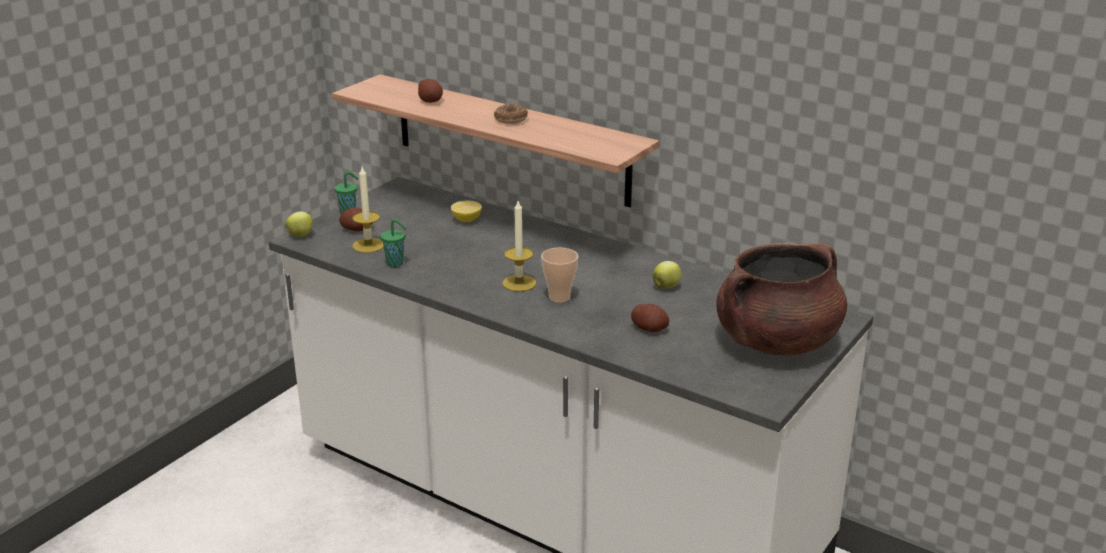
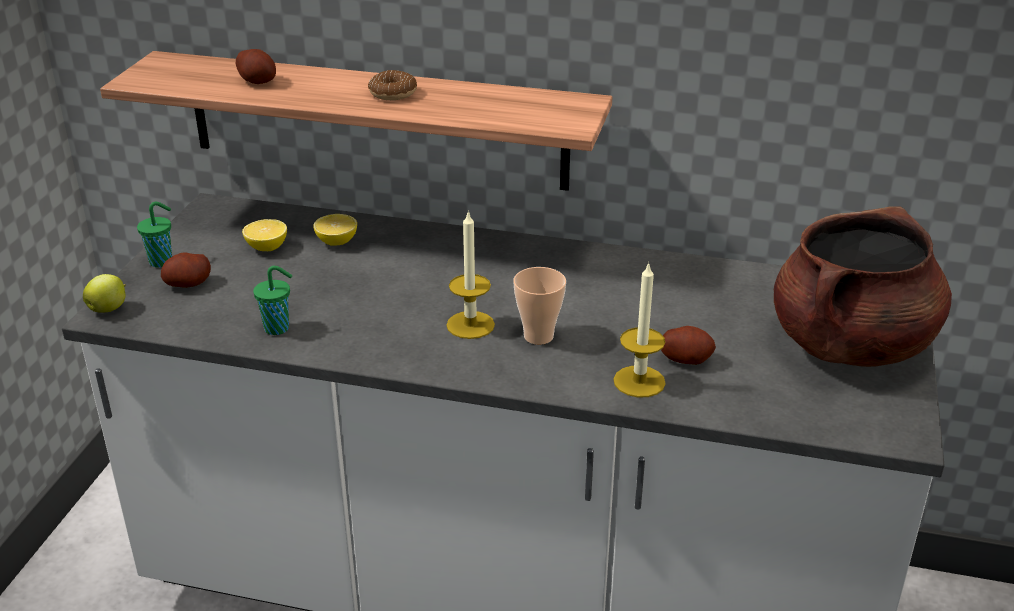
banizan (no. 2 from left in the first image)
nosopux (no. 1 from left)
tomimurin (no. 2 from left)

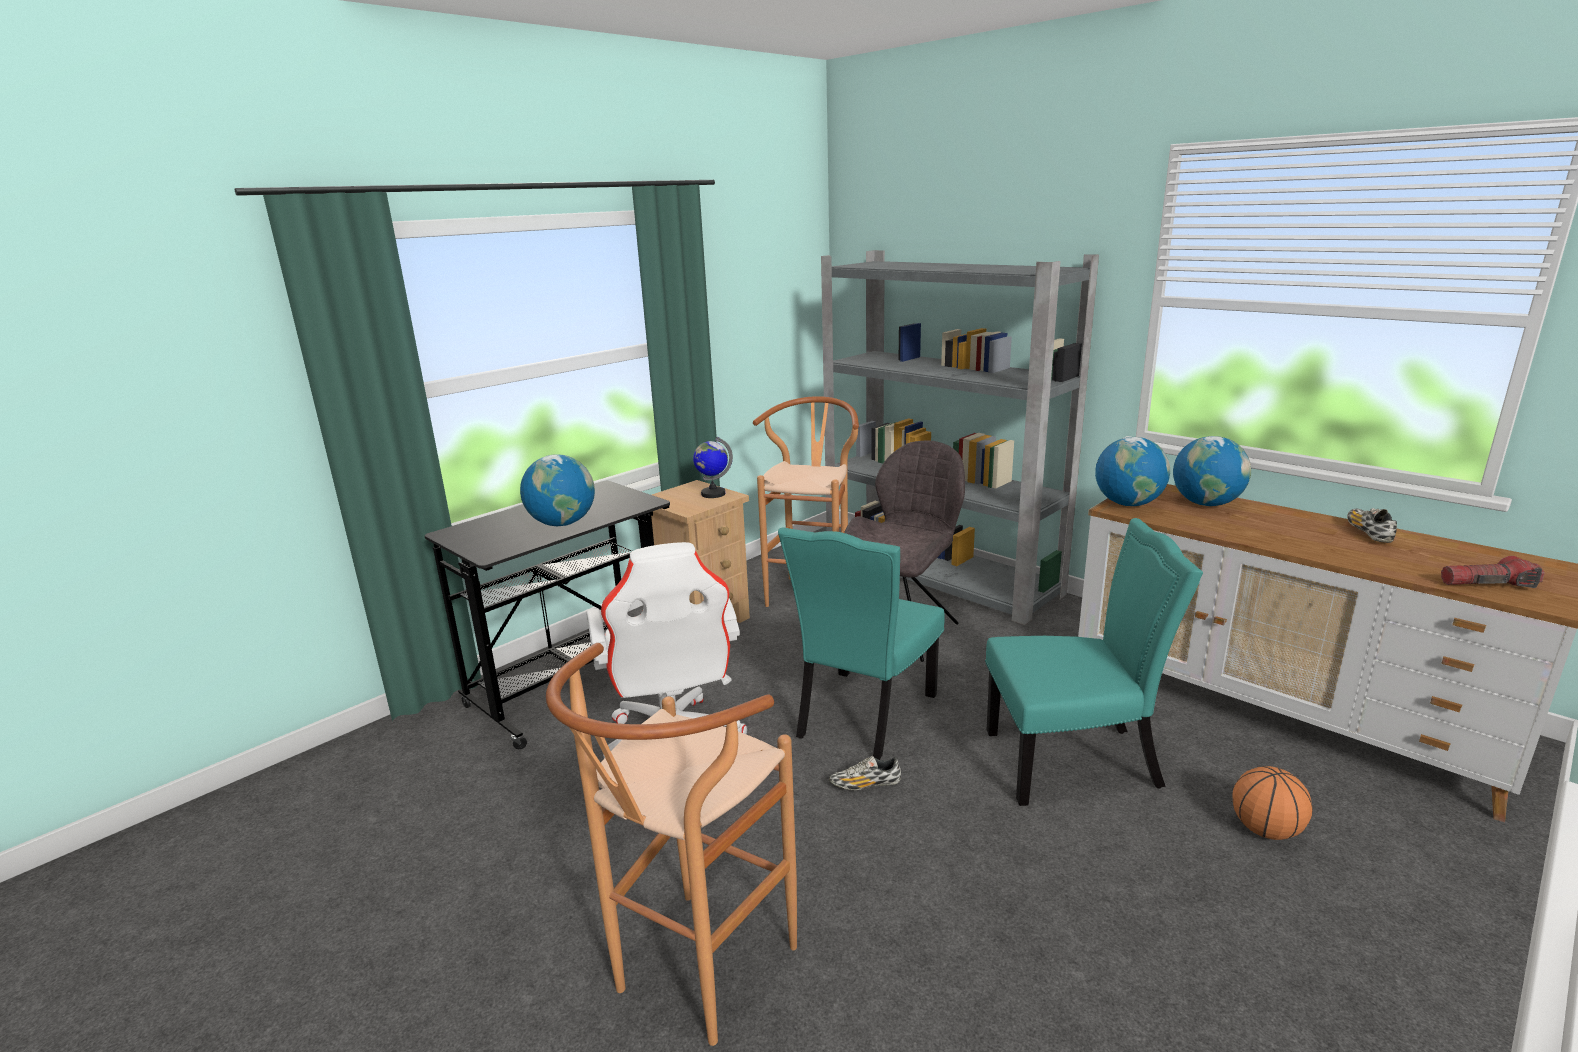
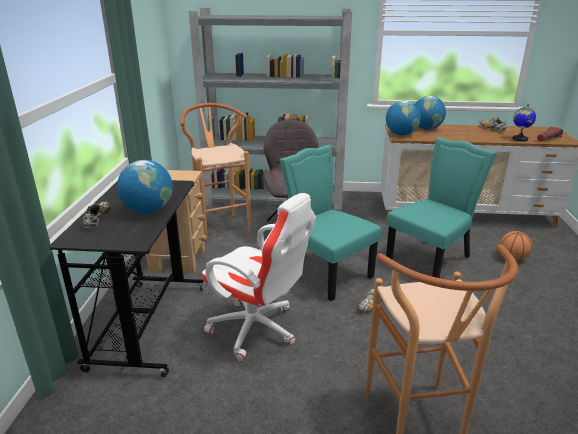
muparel (no. 1 from left)
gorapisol (no. 4 from left)
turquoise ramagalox (no. 1 from left)

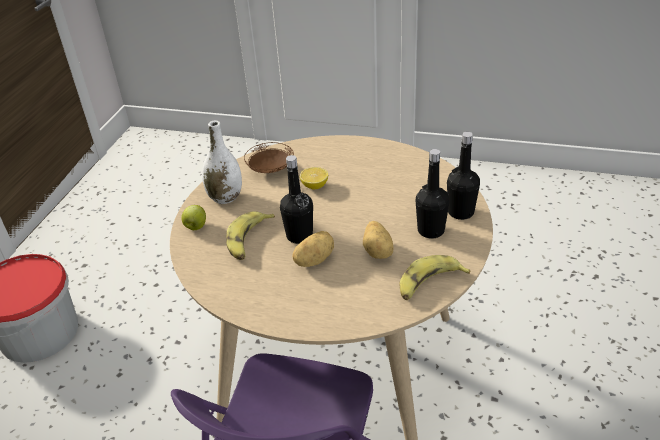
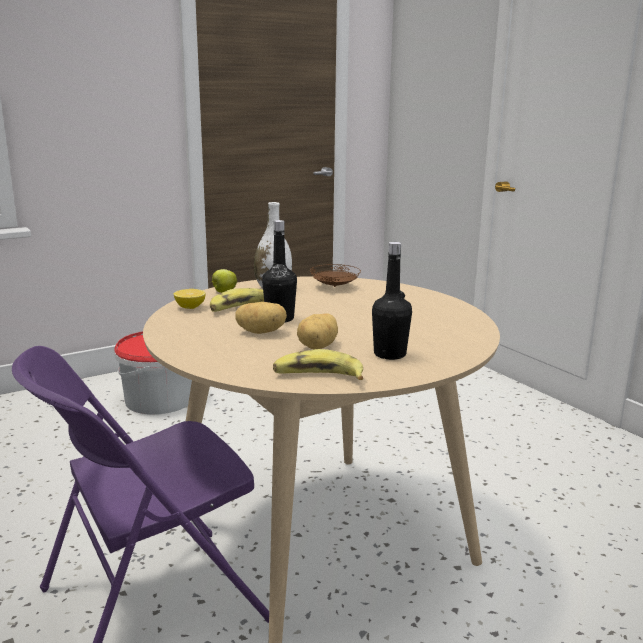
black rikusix (no. 3 from left in the first image)
nosopux

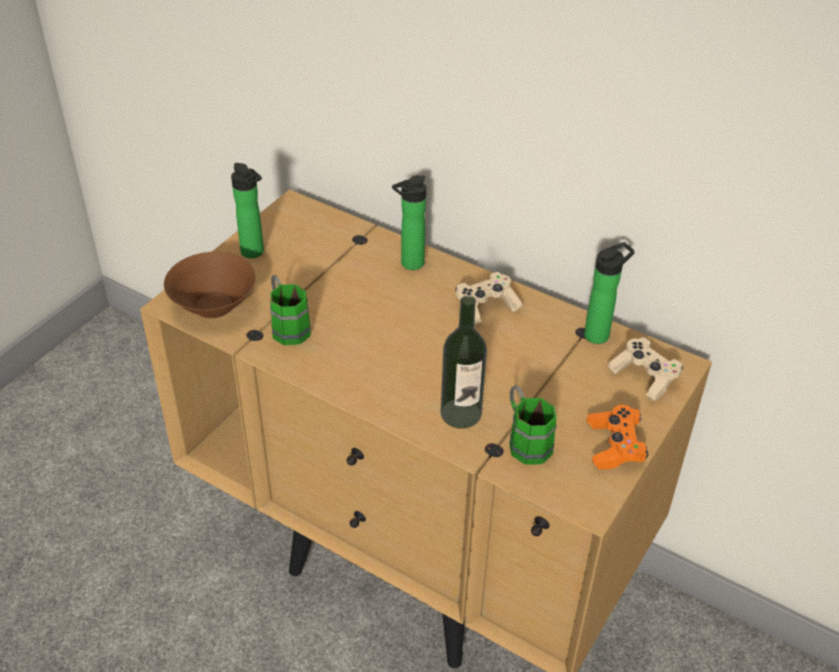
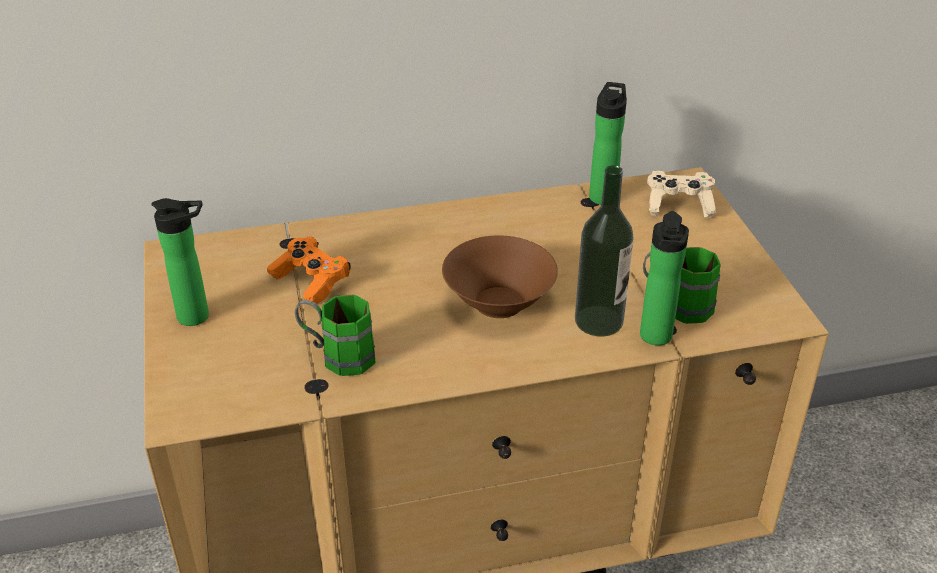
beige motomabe (no. 1 from left in the first image)
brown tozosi
rikusix (no. 4 from left)
orange motomabe

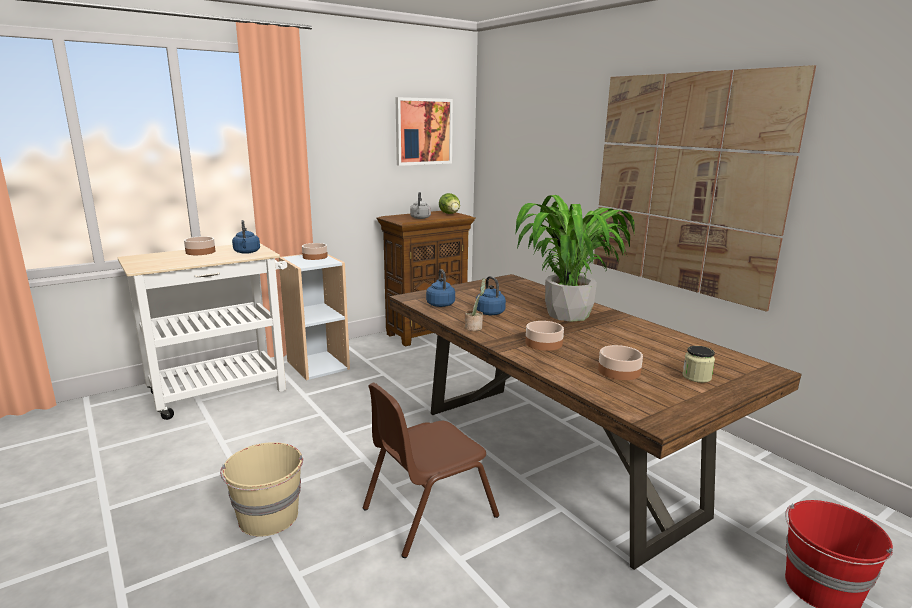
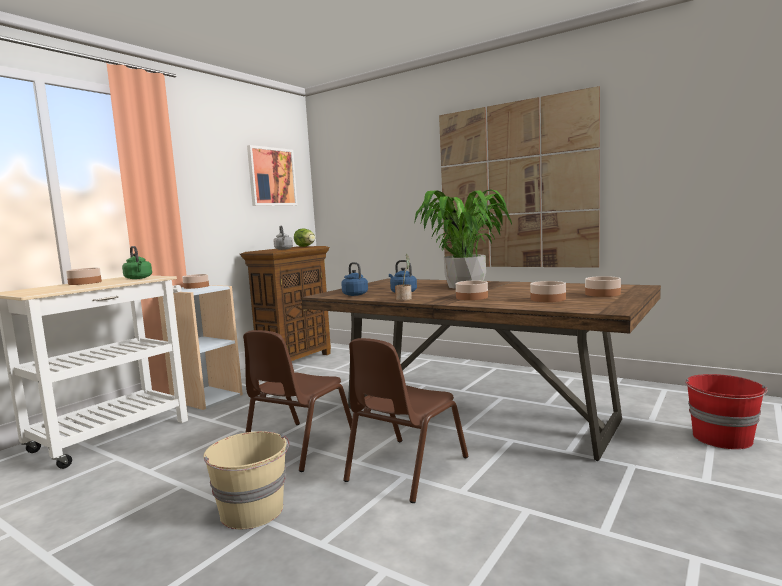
brown ramagalox (no. 1 from left)
tozosi (no. 5 from left)
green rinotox

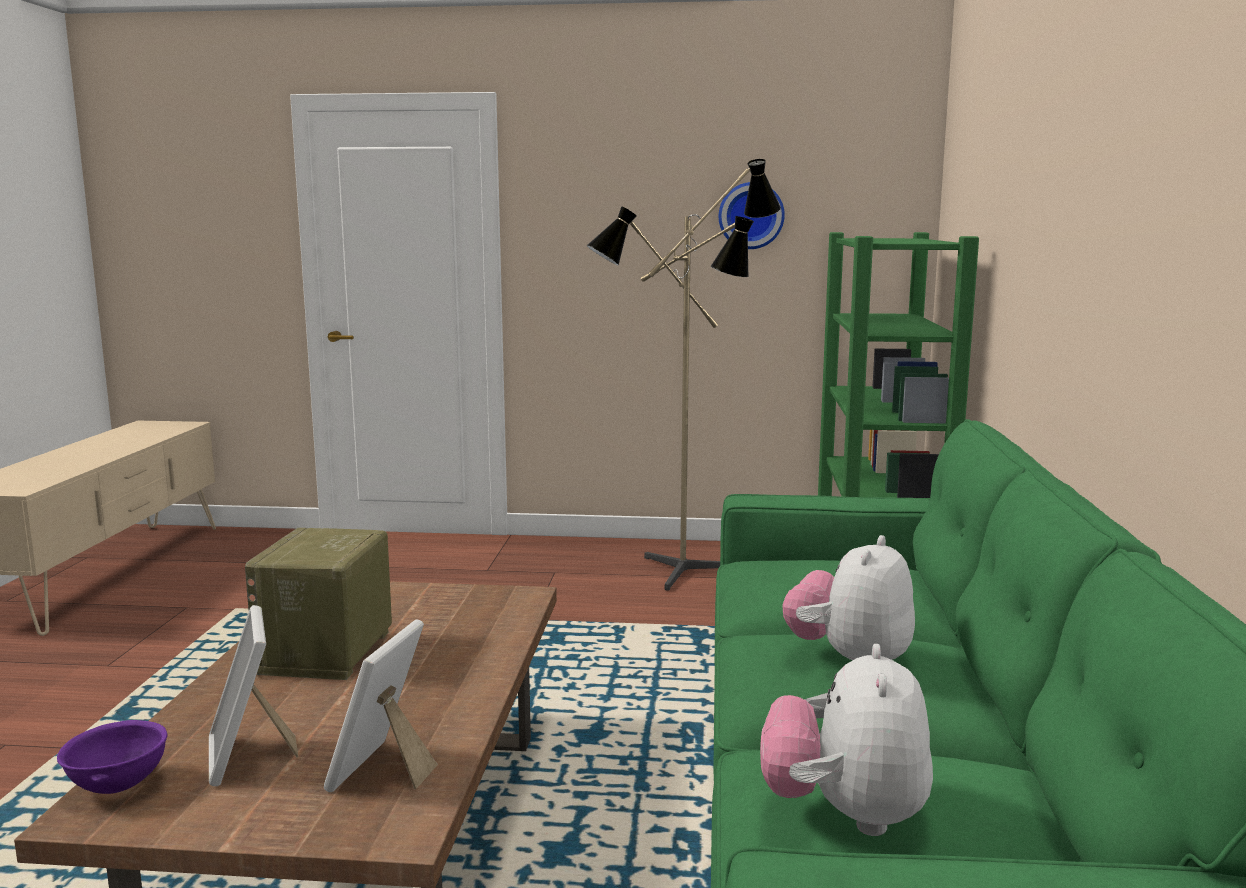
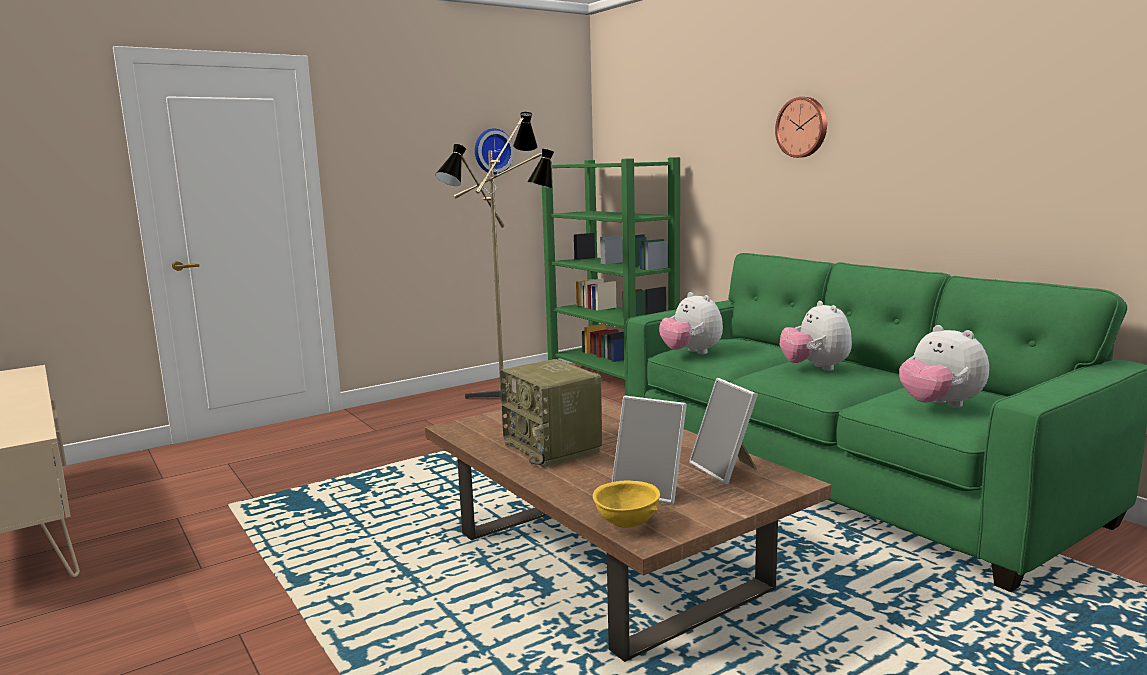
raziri (no. 1 from left)
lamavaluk (no. 2 from left)
yellow tozosi

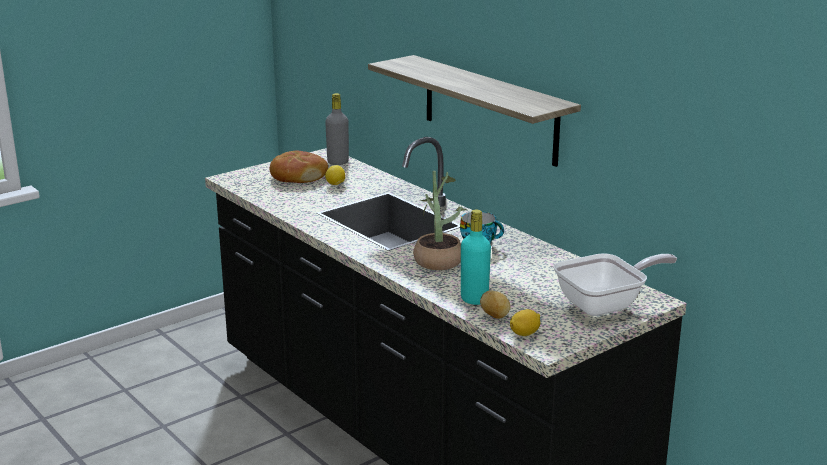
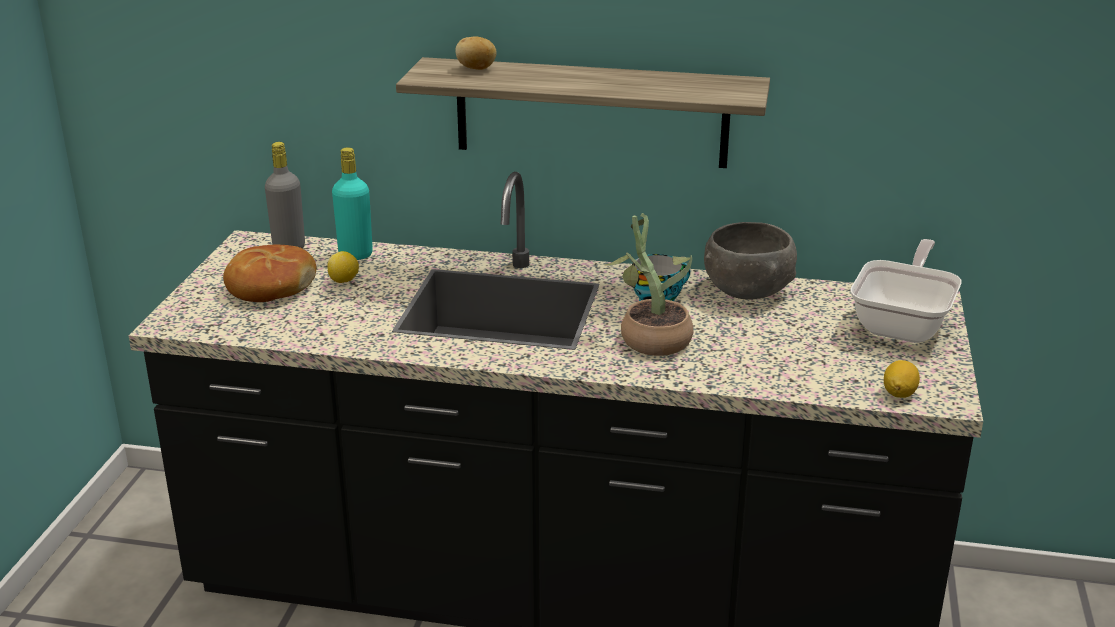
grey tozosi
turquoise rikusix
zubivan

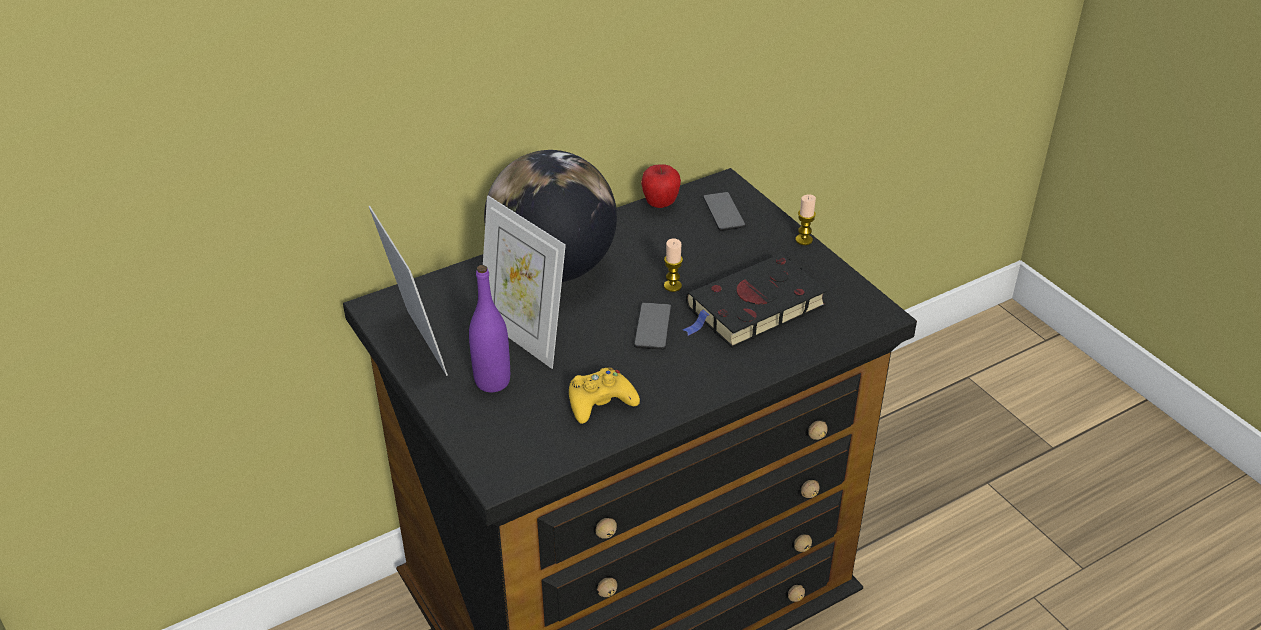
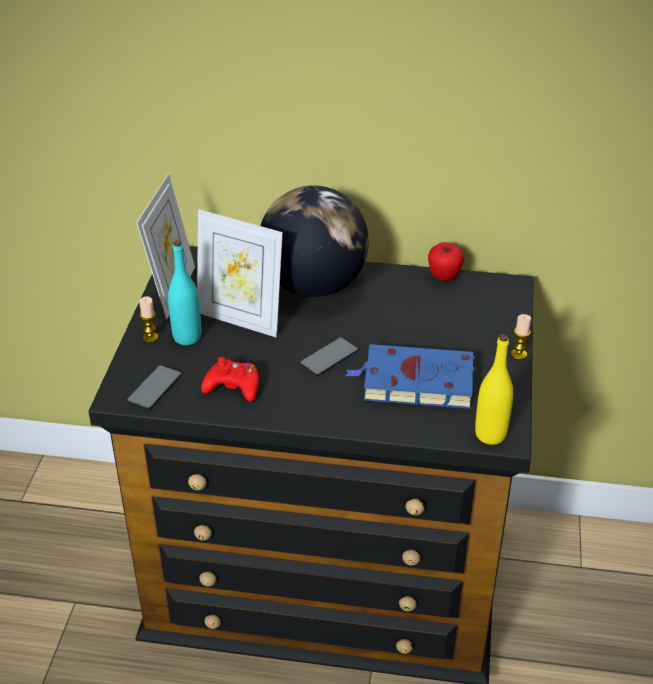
yellow rikusix
tomimurin (no. 1 from left)
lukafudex (no. 1 from left)
turquoise rikusix
red motomabe
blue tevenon
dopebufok (no. 2 from left)

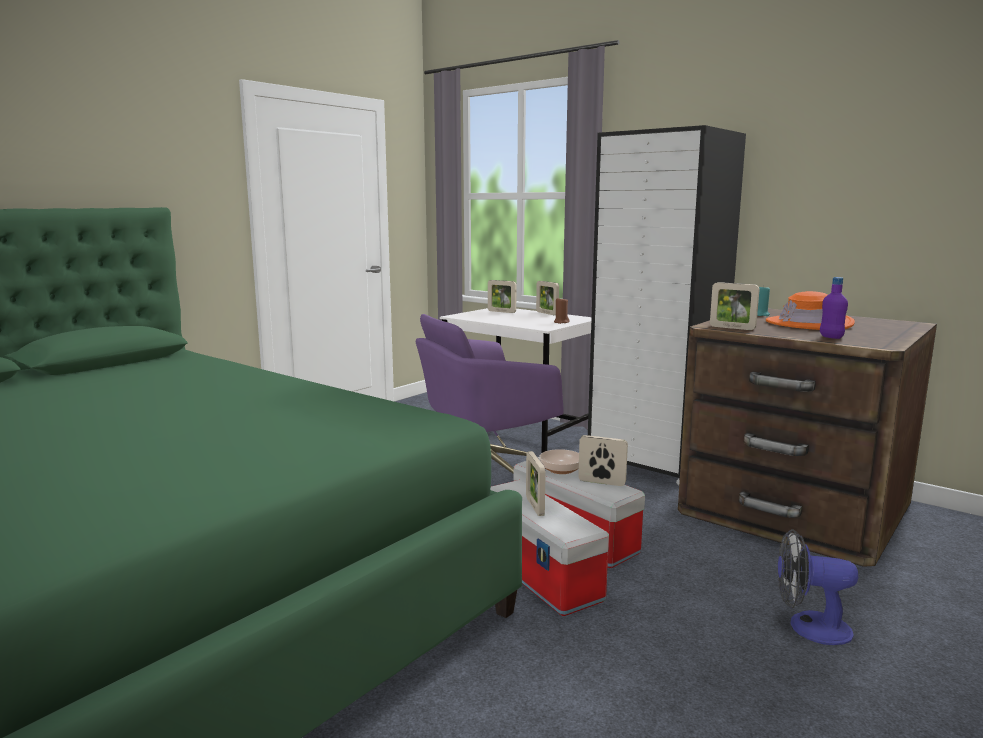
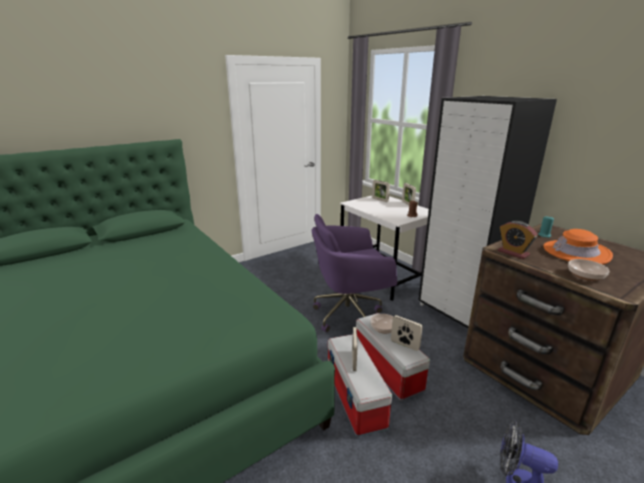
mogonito
tozosi (no. 2 from left)

